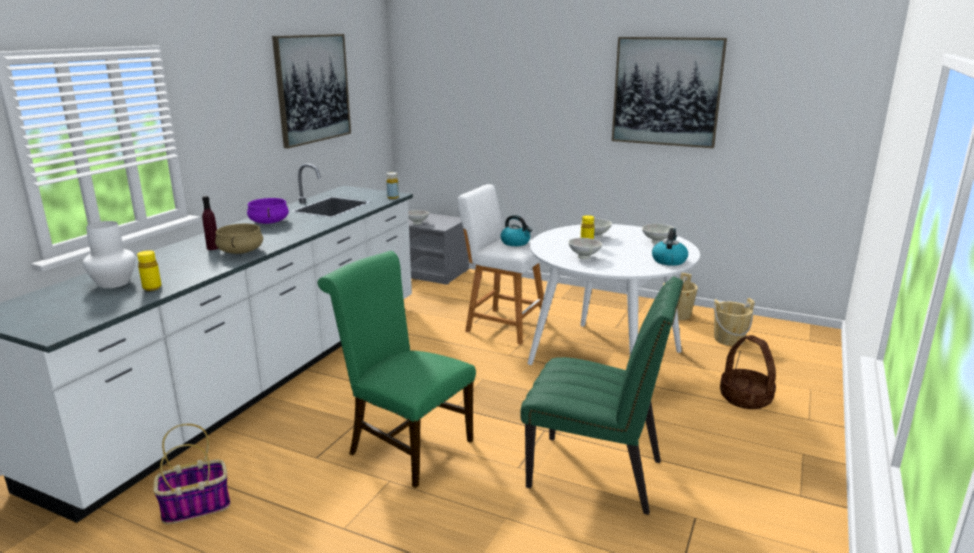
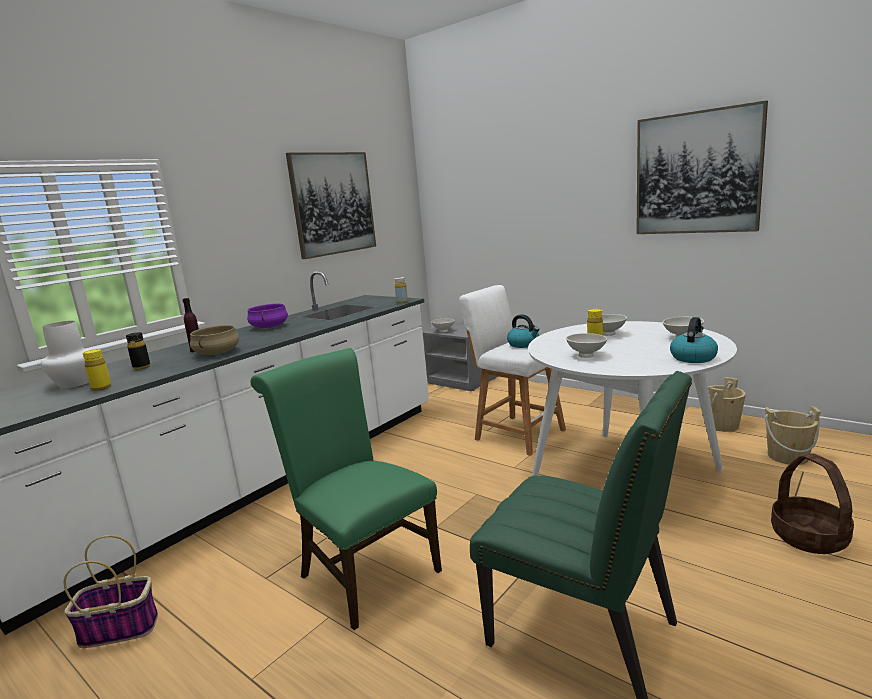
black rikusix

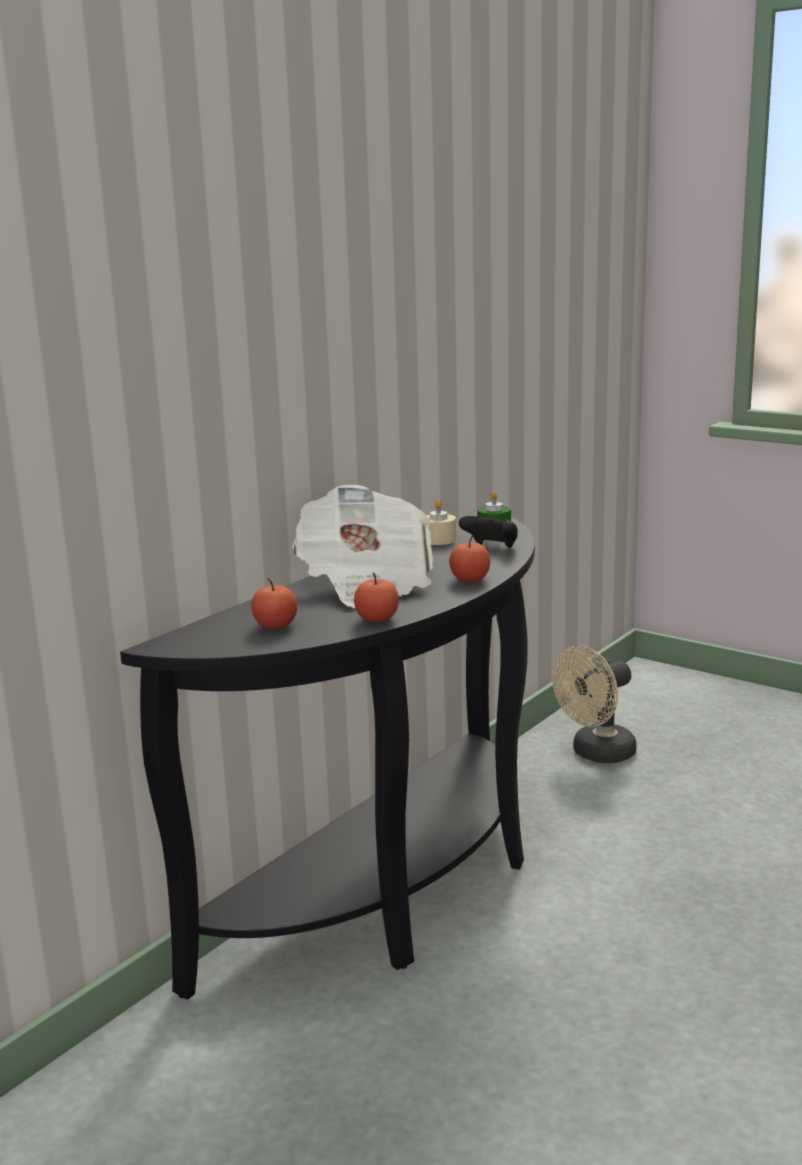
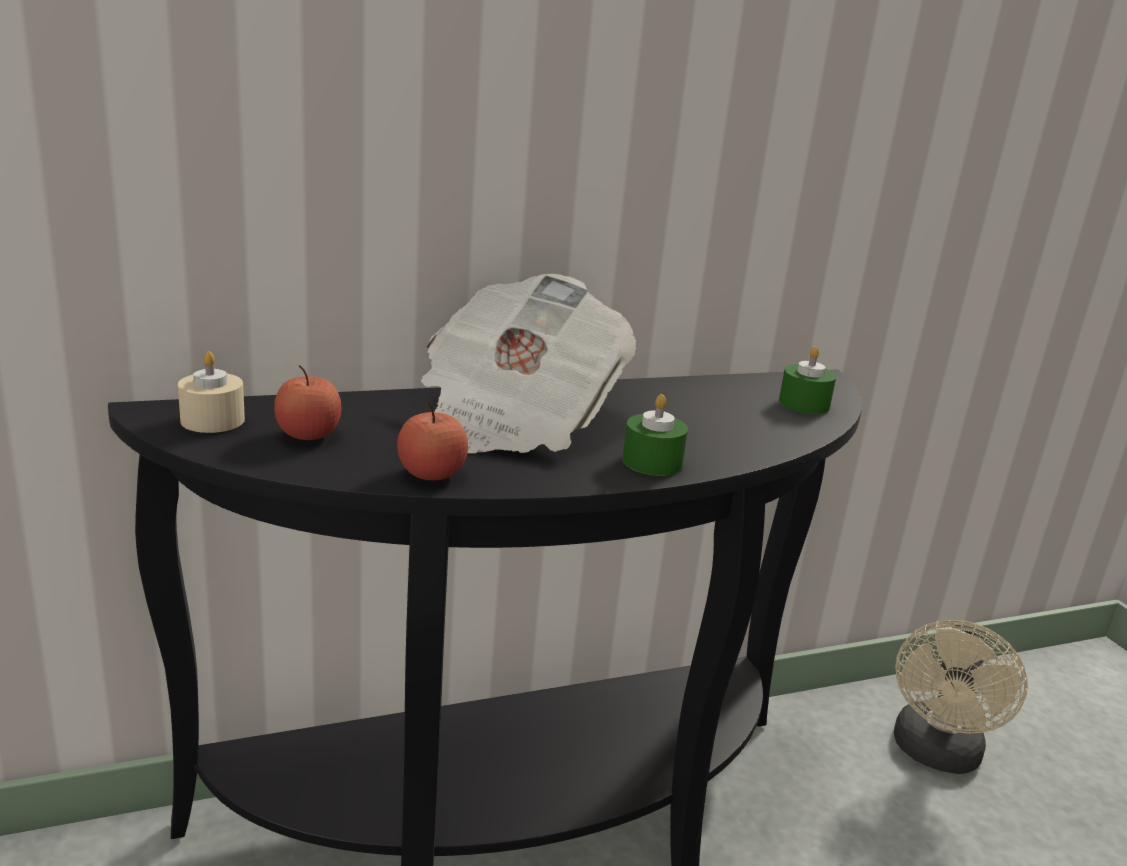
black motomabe
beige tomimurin
green tomimurin (no. 1 from left)
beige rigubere

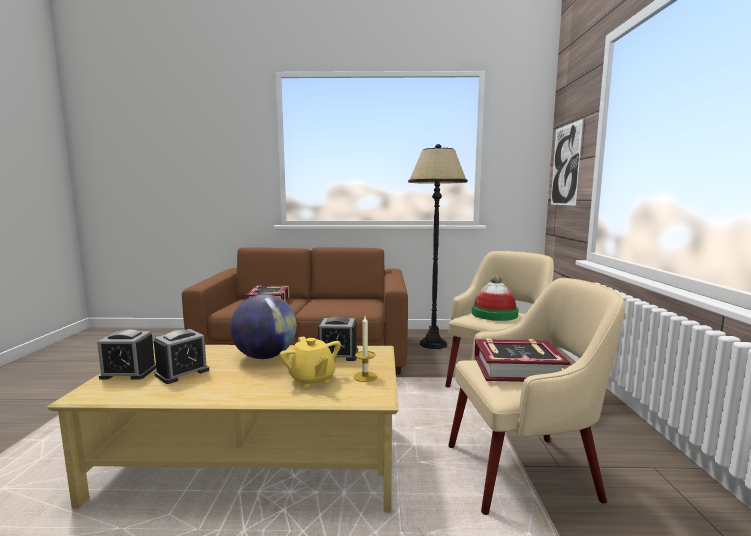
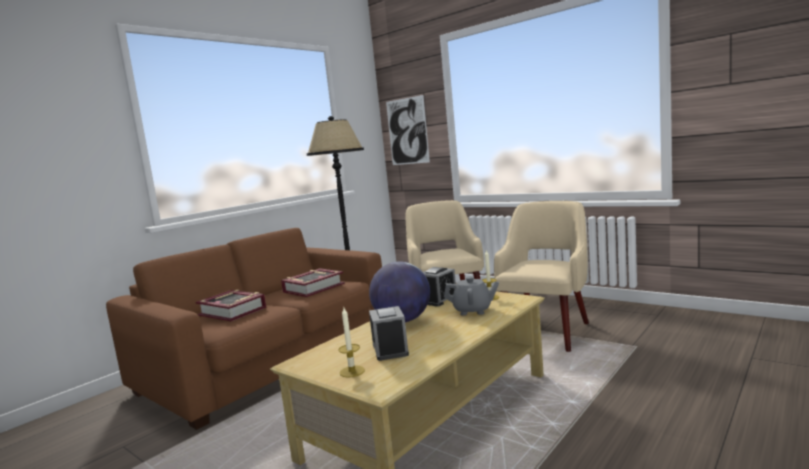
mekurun
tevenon (no. 2 from left)
tomimurin (no. 1 from left)
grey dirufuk

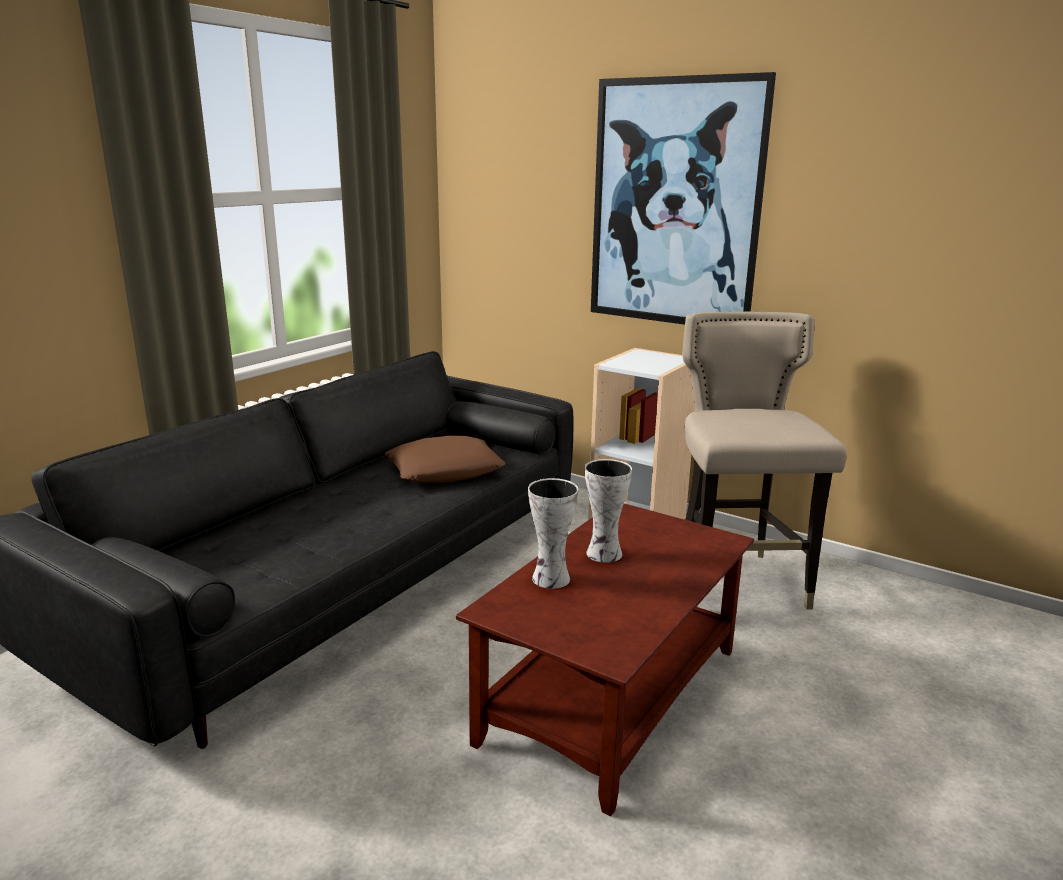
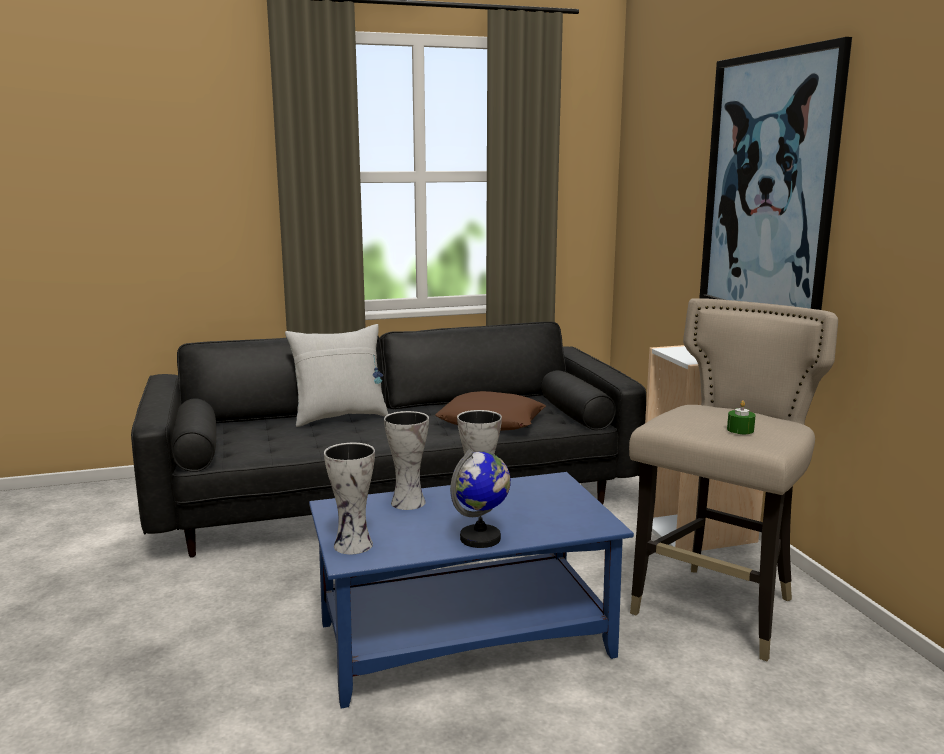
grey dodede
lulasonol (no. 1 from left)
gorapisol
green tomimurin
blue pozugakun

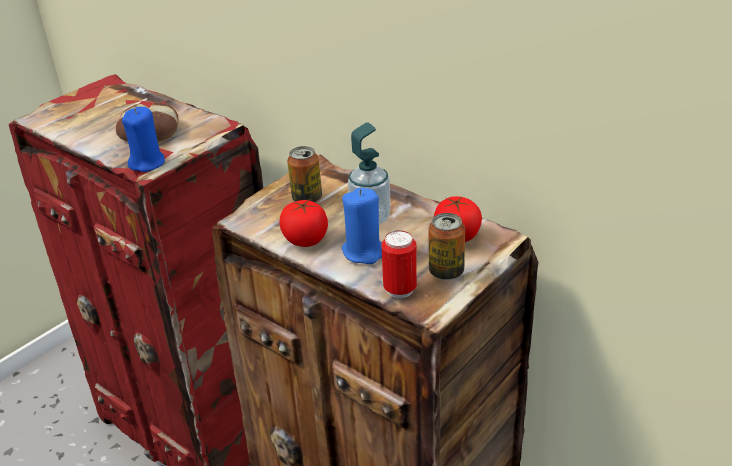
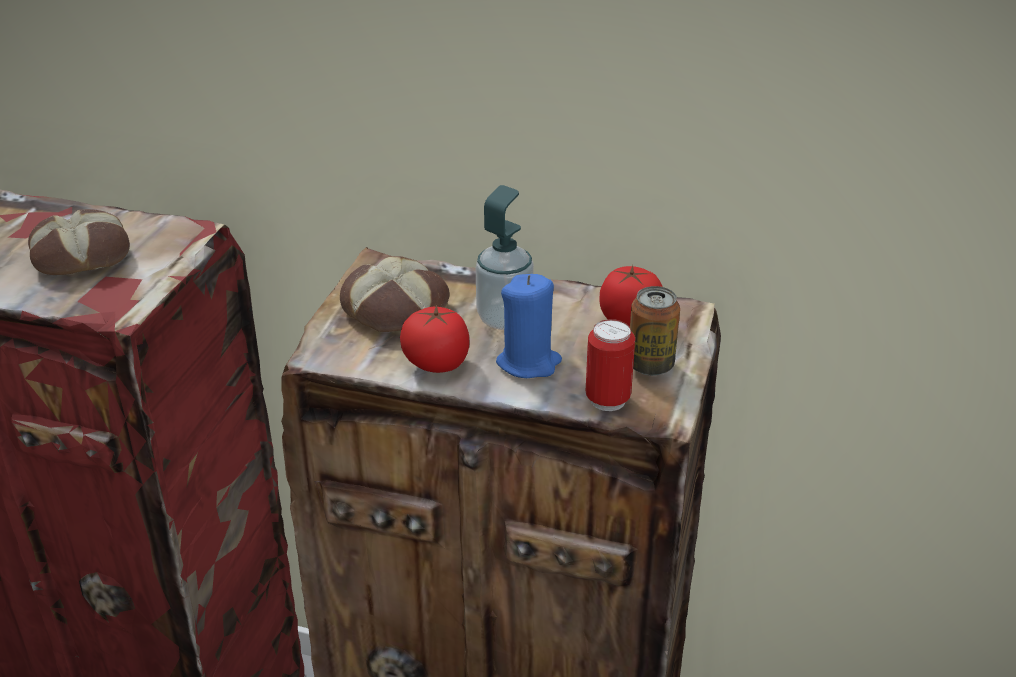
blue tomimurin (no. 1 from left in the first image)
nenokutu (no. 2 from left)

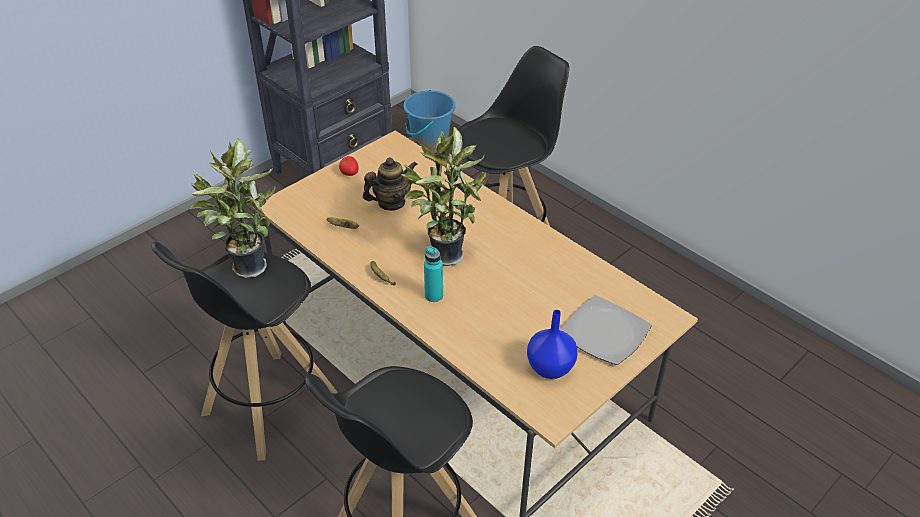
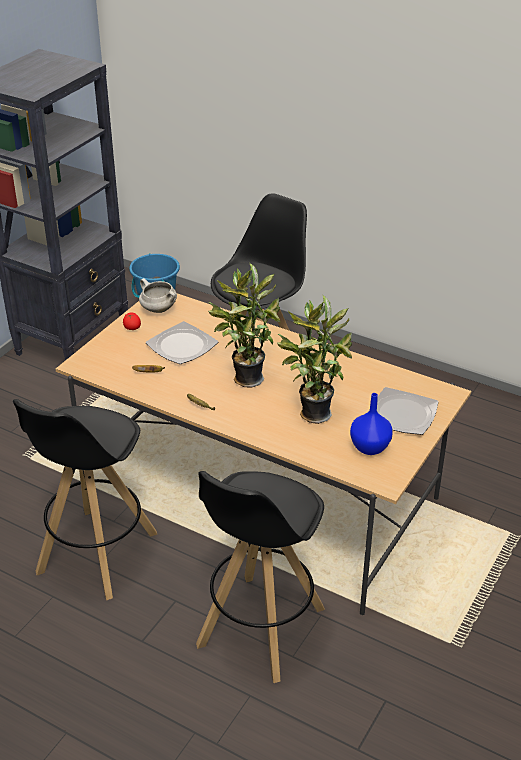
turquoise rikusix
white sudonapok
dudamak (no. 2 from left)
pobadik (no. 1 from left)

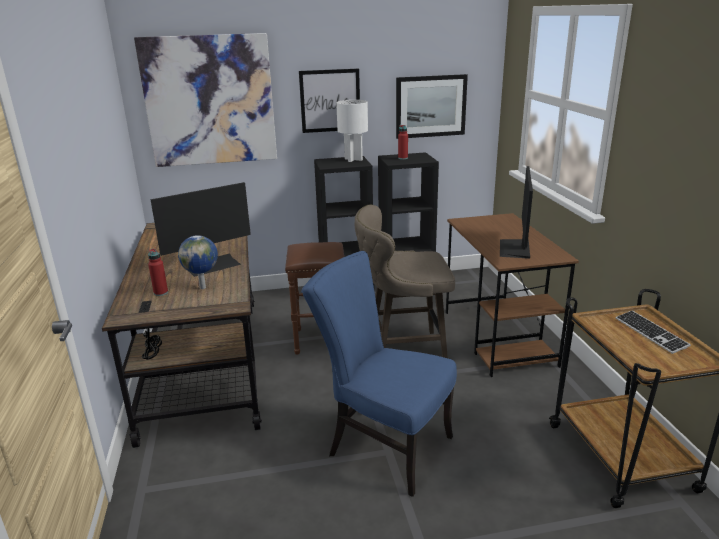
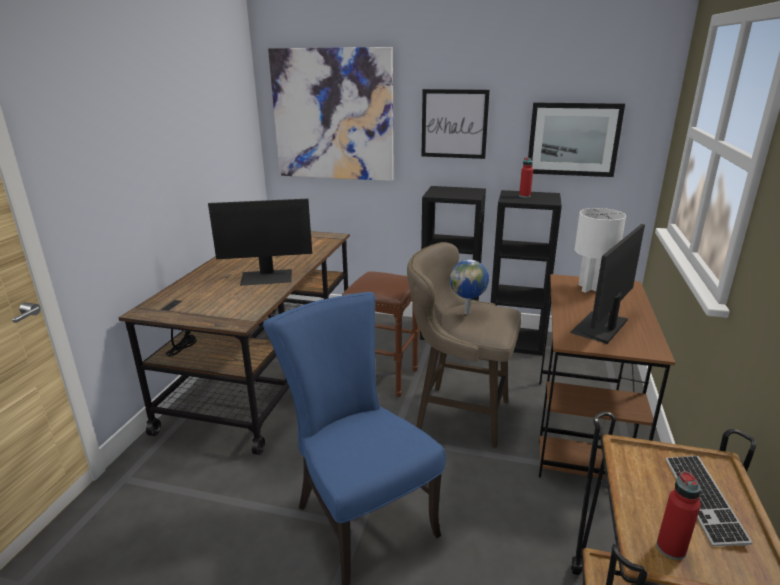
red rikusix (no. 2 from left)
gorapisol
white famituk

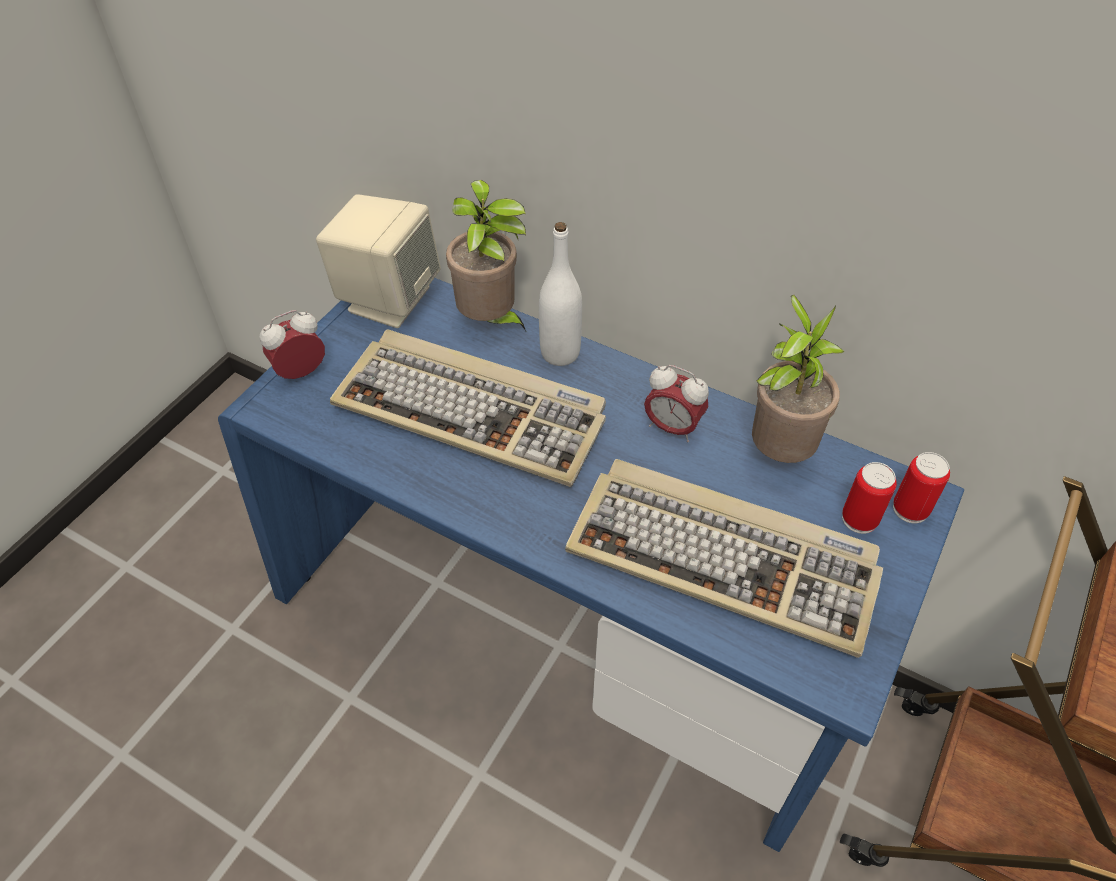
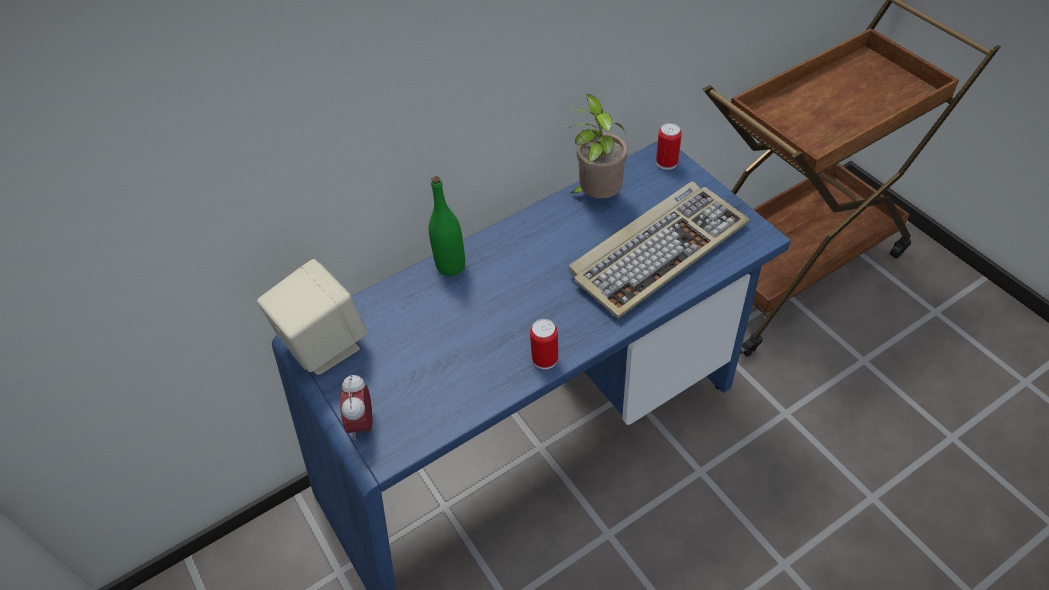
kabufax (no. 1 from left in the first image)
dudamak (no. 1 from left in the first image)
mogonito (no. 2 from left in the first image)
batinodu (no. 1 from left)
green rikusix

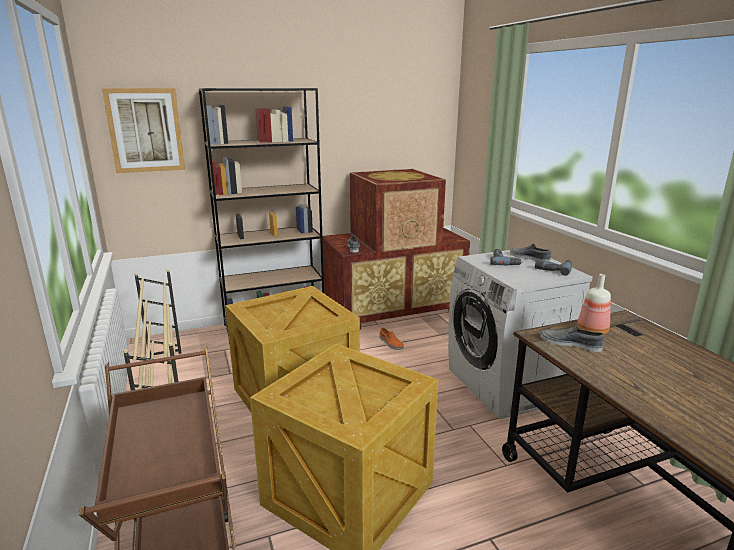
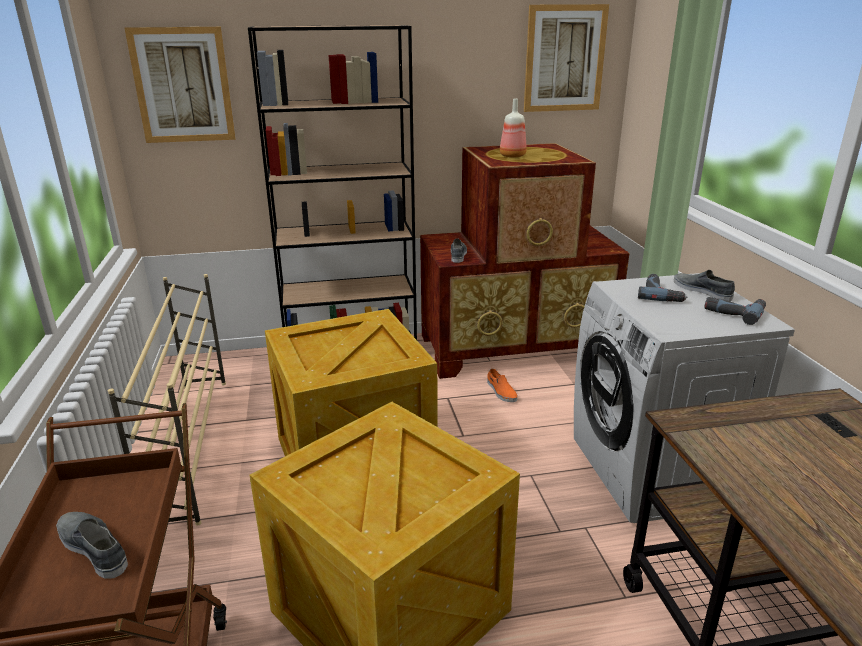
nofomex (no. 2 from left)
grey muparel (no. 1 from left)
rikusix

